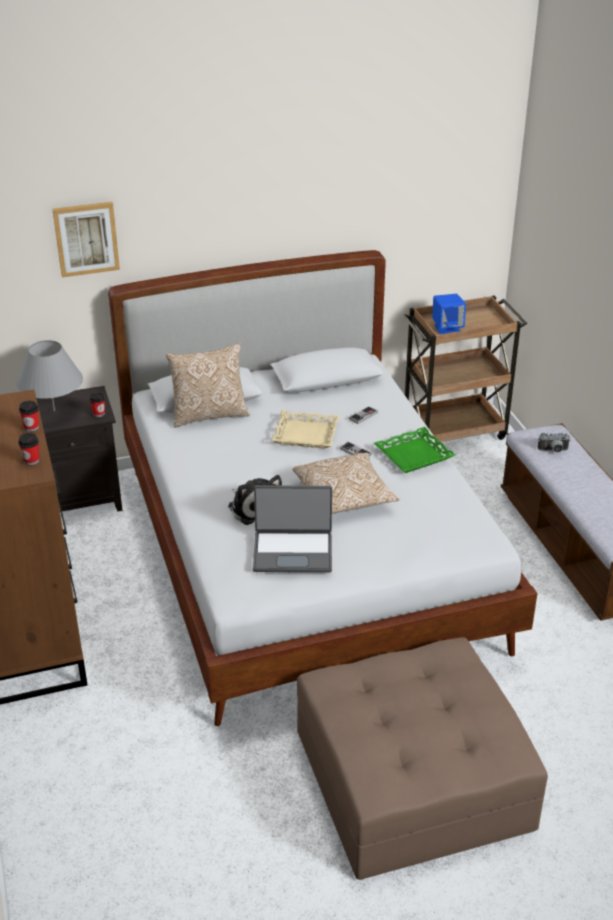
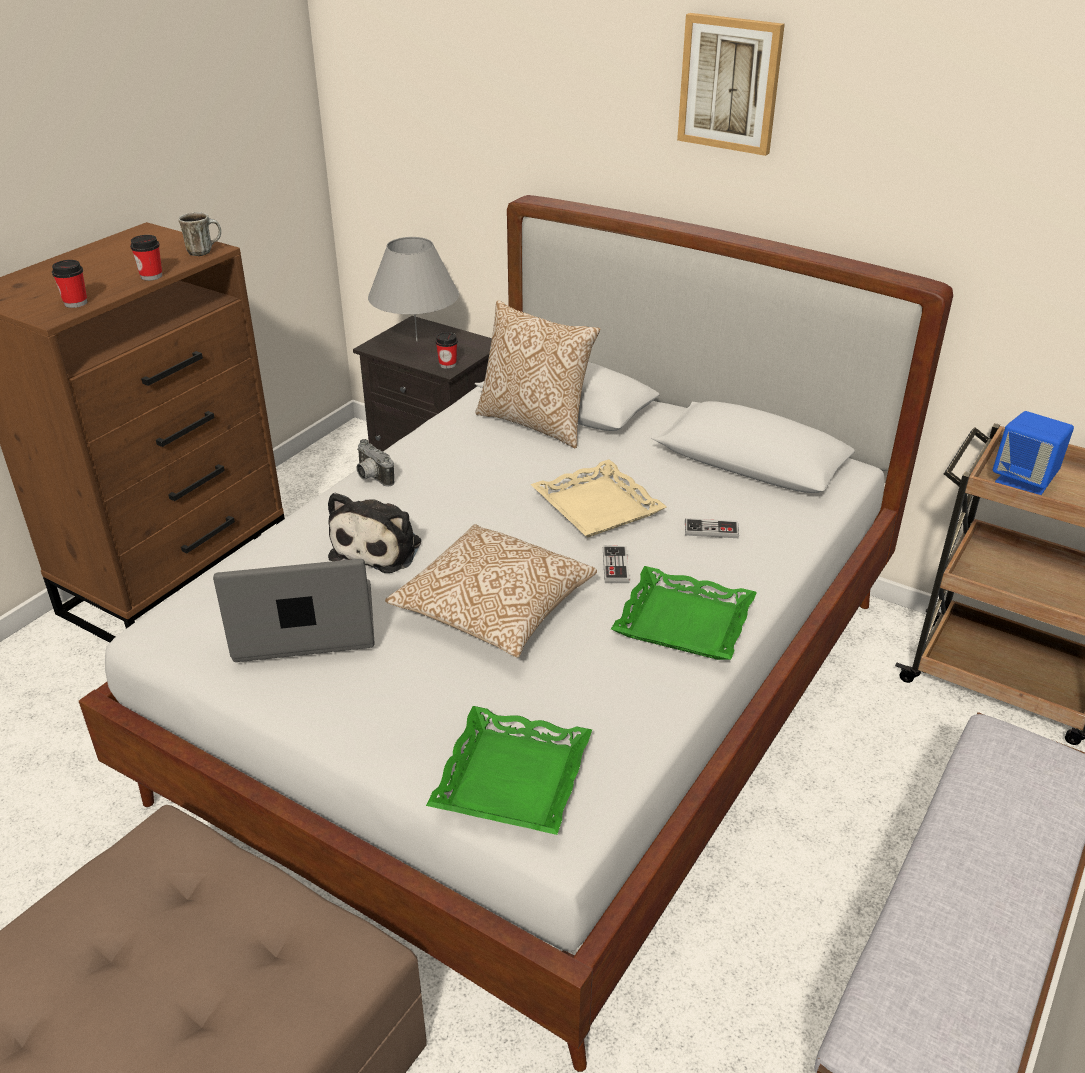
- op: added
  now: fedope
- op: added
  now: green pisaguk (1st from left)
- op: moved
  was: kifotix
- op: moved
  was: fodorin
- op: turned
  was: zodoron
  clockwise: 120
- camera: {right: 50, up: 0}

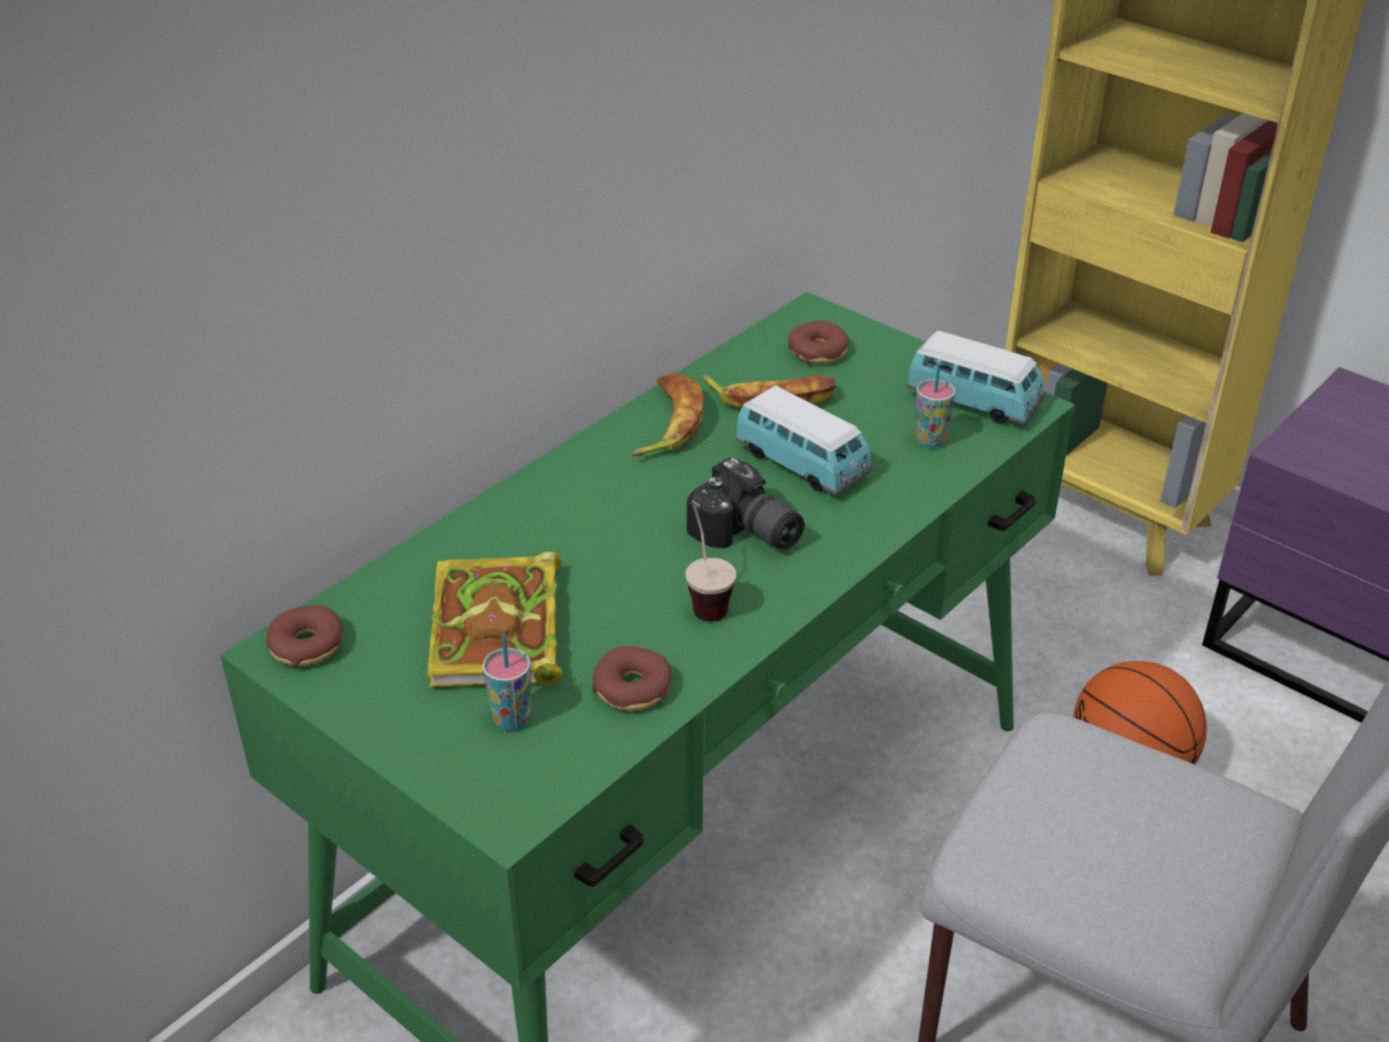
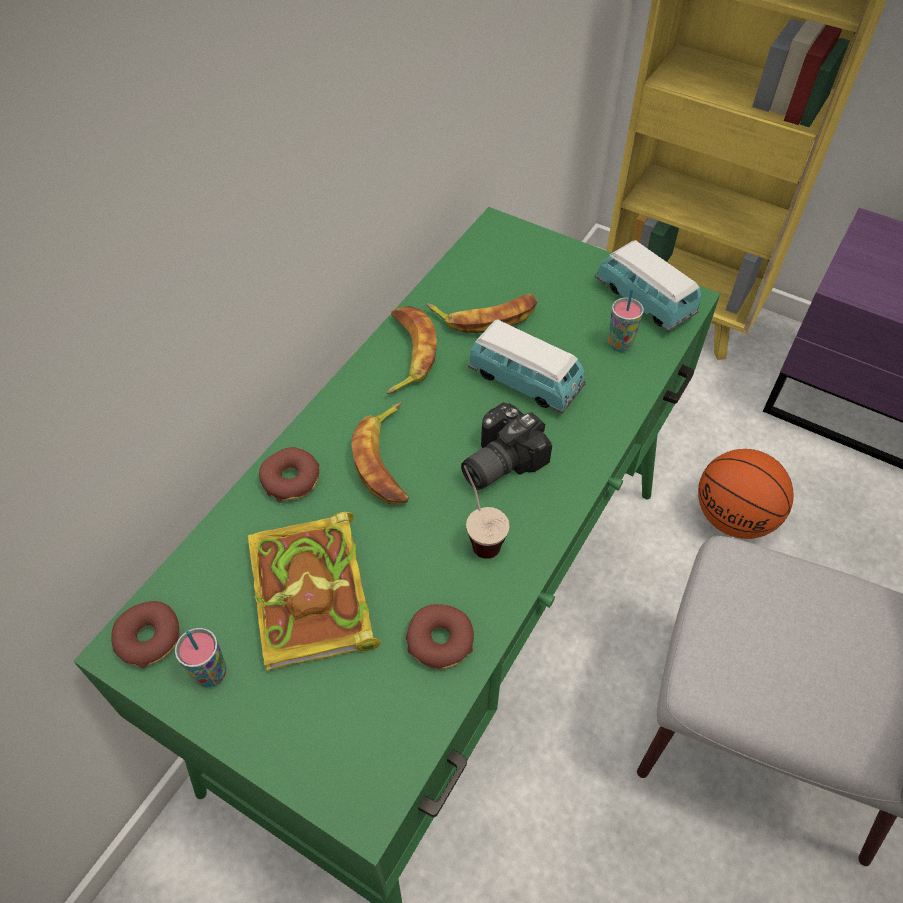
- op: added
  now: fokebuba (1st from left)
- op: moved
  was: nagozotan (1st from left)
- op: moved
  was: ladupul (3rd from left in the first image)
  now: ladupul (2nd from left)
- op: turned
  was: fodorin
  clockwise: 105
- op: turned
  was: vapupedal (2nd from left)
  clockwise: -150
- camera: {right: -10, up: 15}

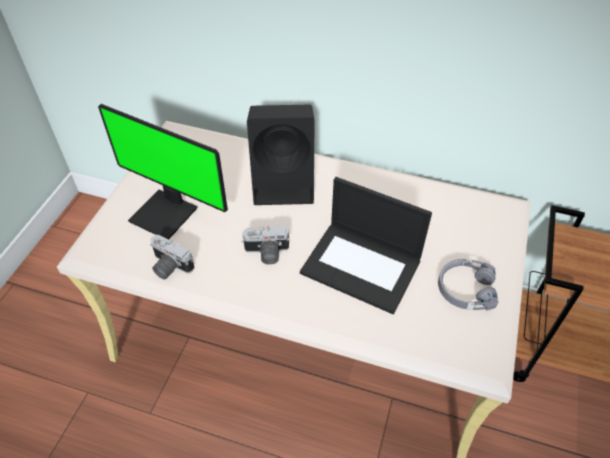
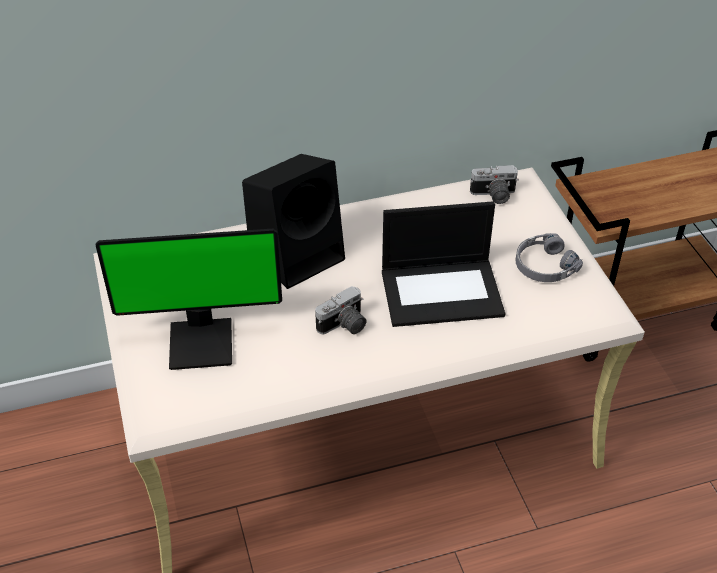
- op: moved
  was: fodorin (1st from left in the first image)
  now: fodorin (2nd from left)
- camera: {right: -35, up: -5}

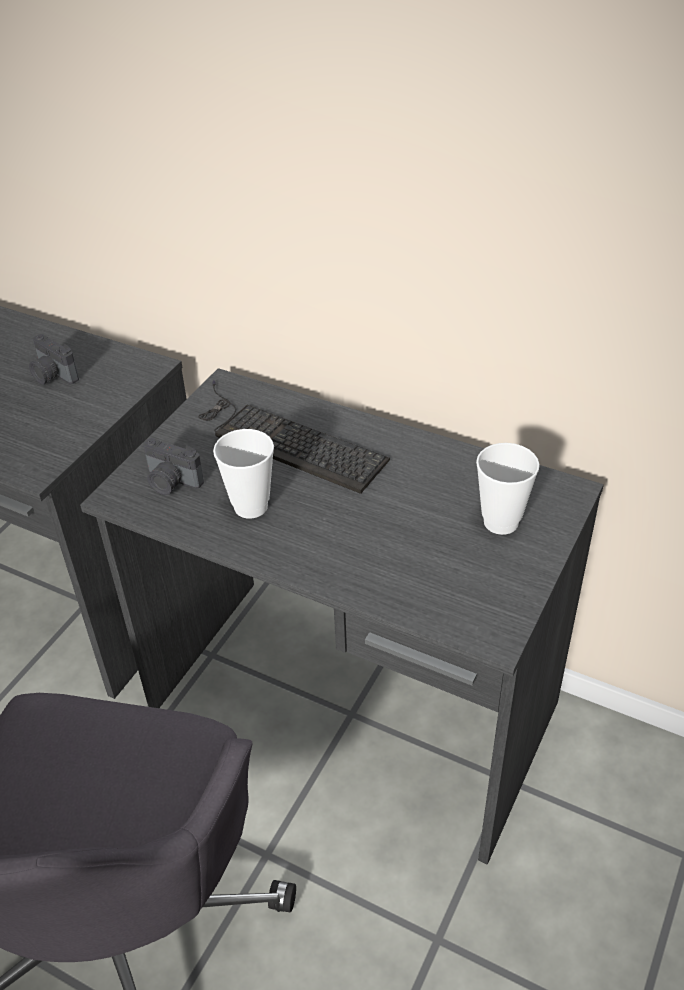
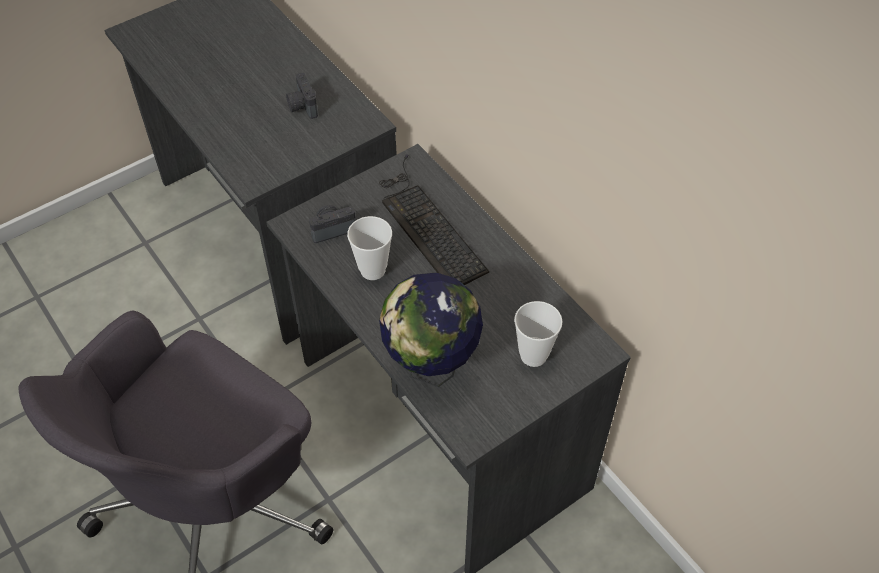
- op: added
  now: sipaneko
- op: turned
  was: fodorin (2nd from left)
  clockwise: 105
- camera: {right: 25, up: 10}

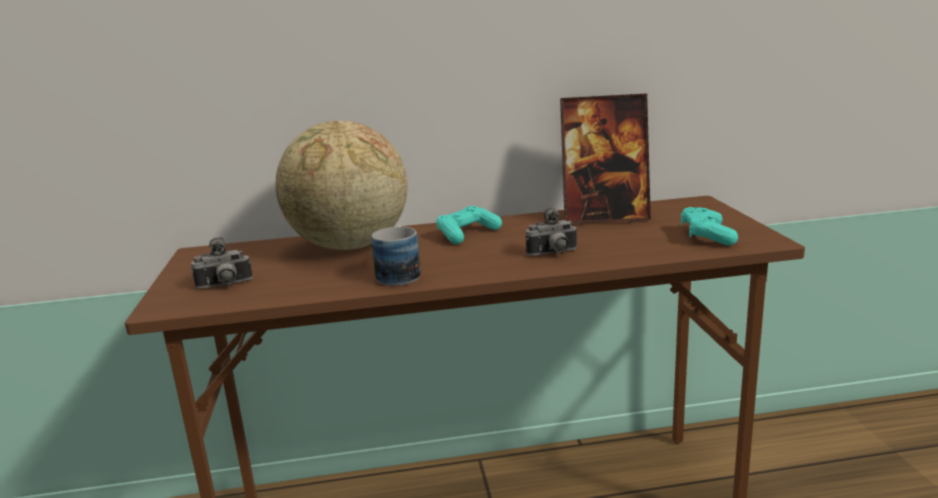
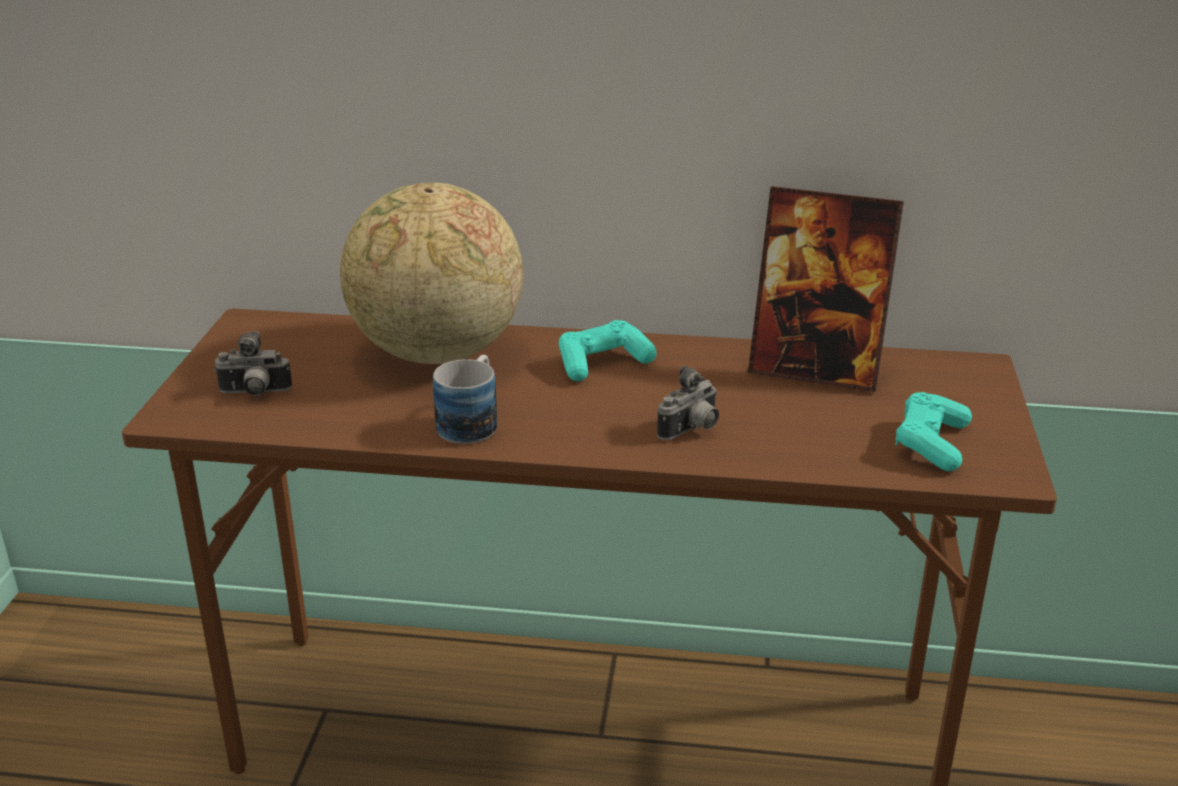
- op: turned
  was: fodorin (2nd from left)
  clockwise: -45
- camera: {right: 15, up: 10}

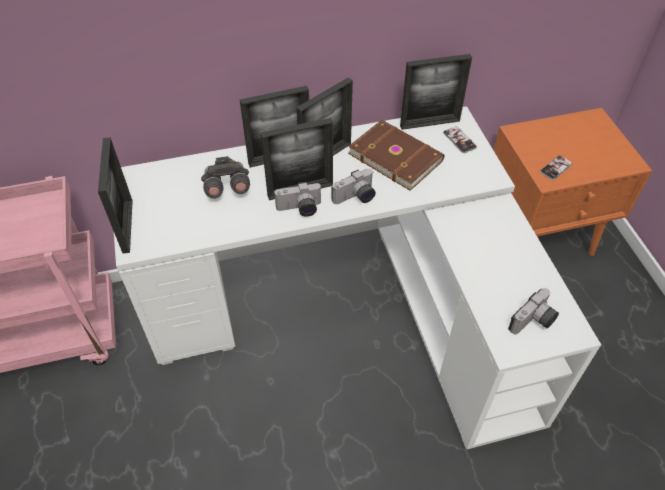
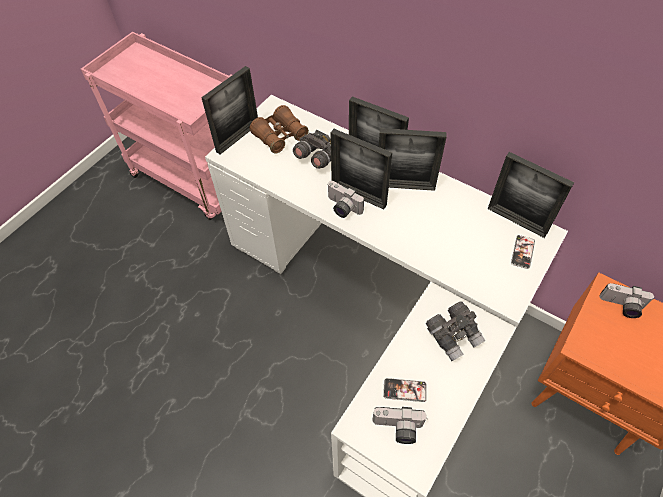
- op: removed
  was: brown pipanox
- op: added
  now: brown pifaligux
- op: added
  now: grey pifaligux (2nd from left)
- op: moved
  was: fodorin (2nd from left in the first image)
  now: fodorin (3rd from left)
- op: moved
  was: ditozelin (2nd from left in the first image)
  now: ditozelin (1st from left)
- camera: {right: 50, up: 5}

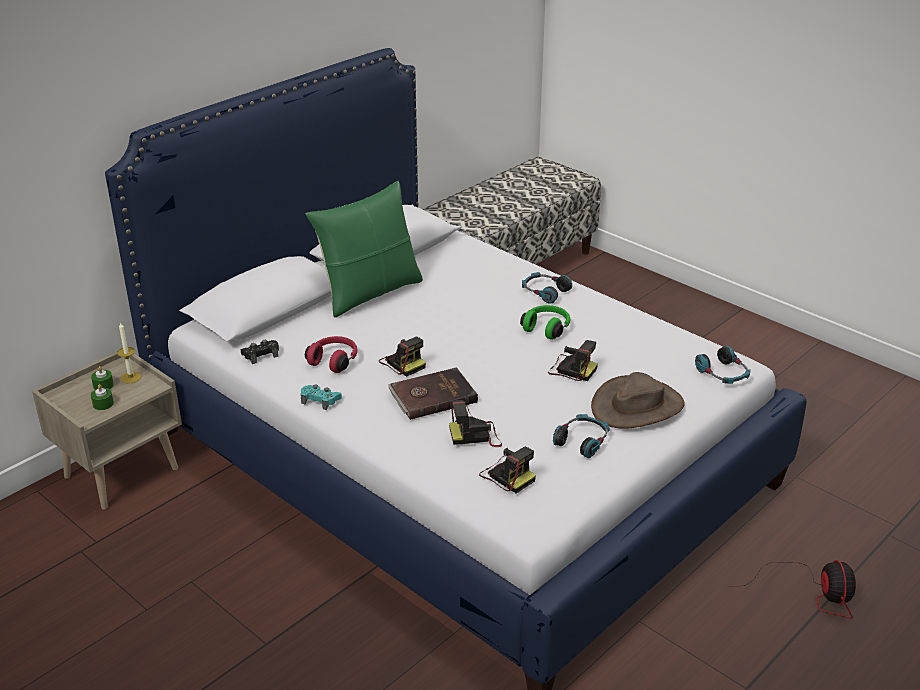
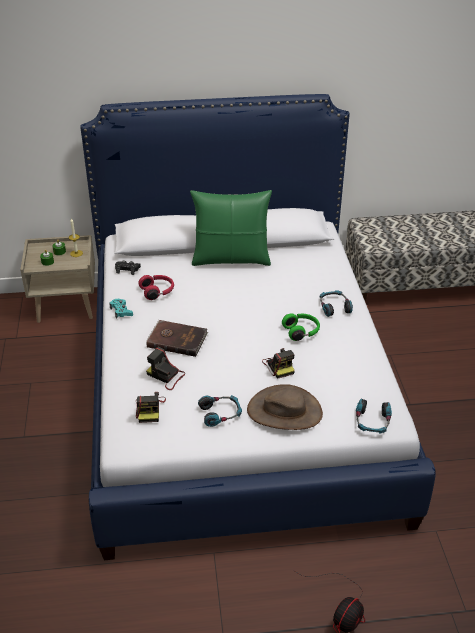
- op: removed
  was: fodorin (1st from left)
- camera: {right: 40, up: 5}

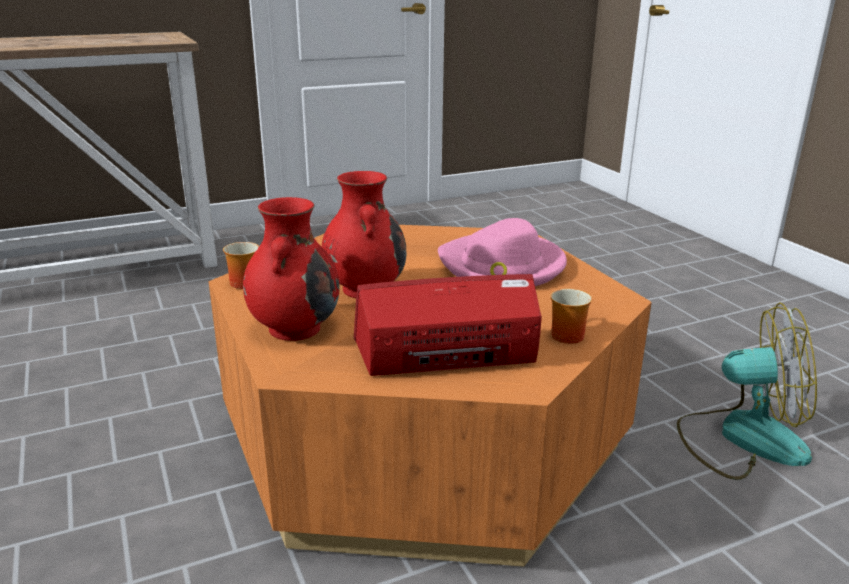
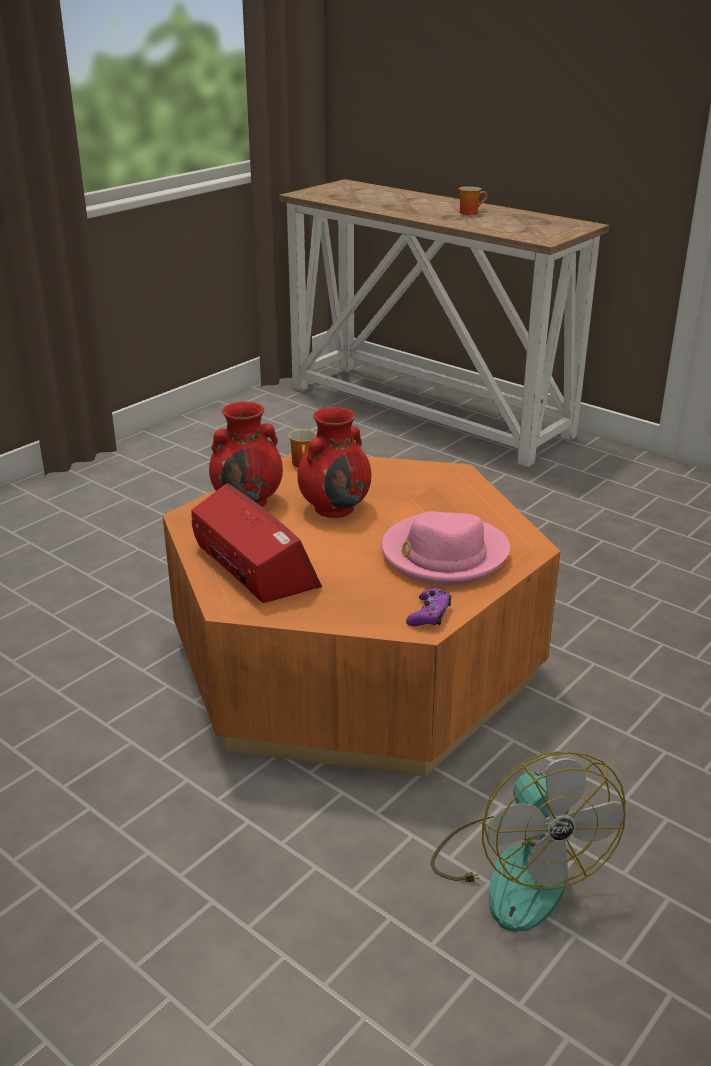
- op: added
  now: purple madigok
- op: moved
  was: fedope (2nd from left)
- camera: {right: 65, up: 5}

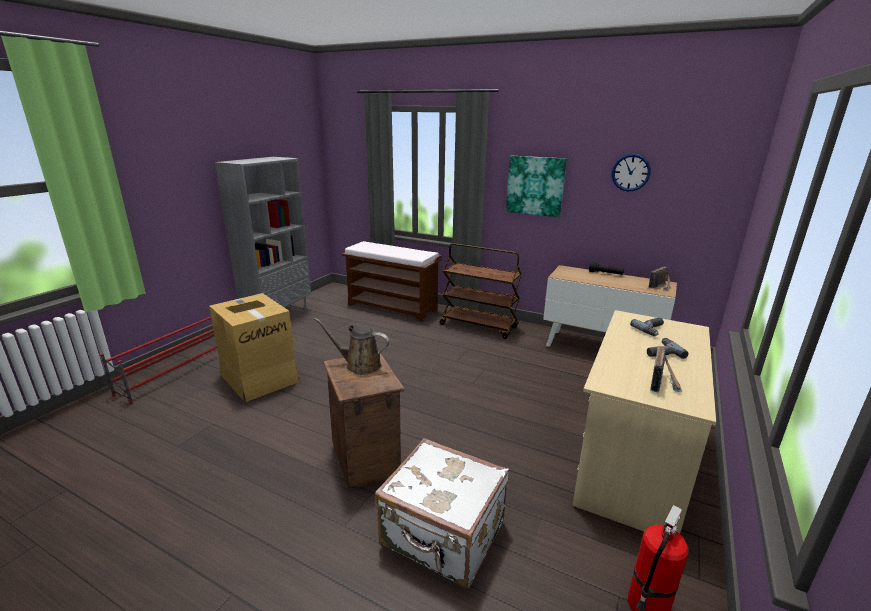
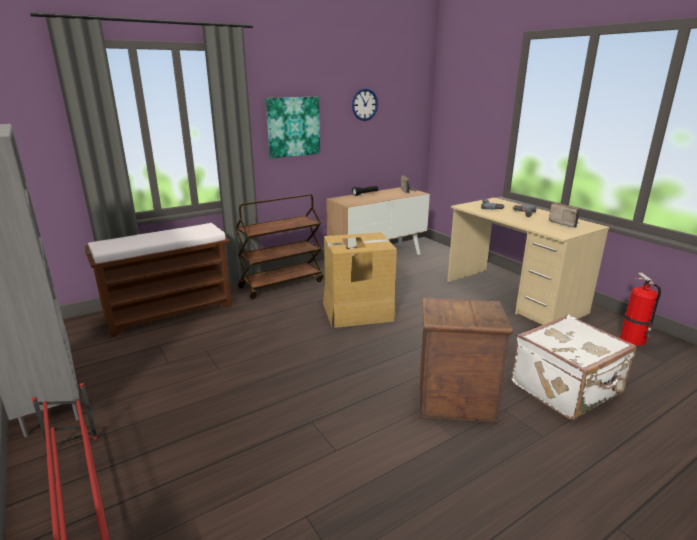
- op: removed
  was: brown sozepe
- op: moved
  was: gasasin
- camera: {right: -60, up: 0}

